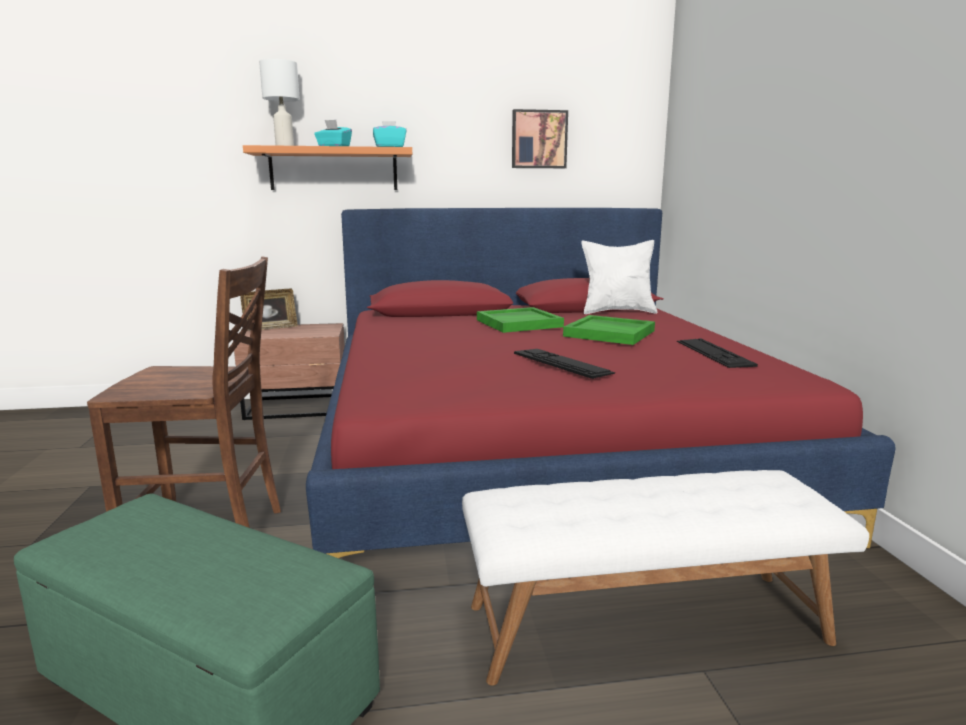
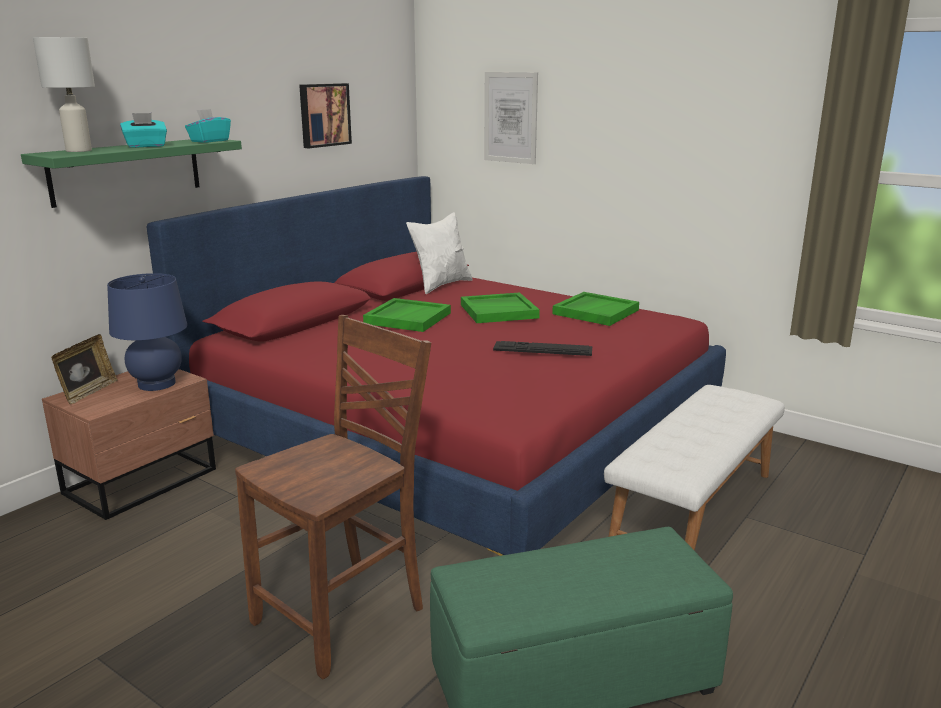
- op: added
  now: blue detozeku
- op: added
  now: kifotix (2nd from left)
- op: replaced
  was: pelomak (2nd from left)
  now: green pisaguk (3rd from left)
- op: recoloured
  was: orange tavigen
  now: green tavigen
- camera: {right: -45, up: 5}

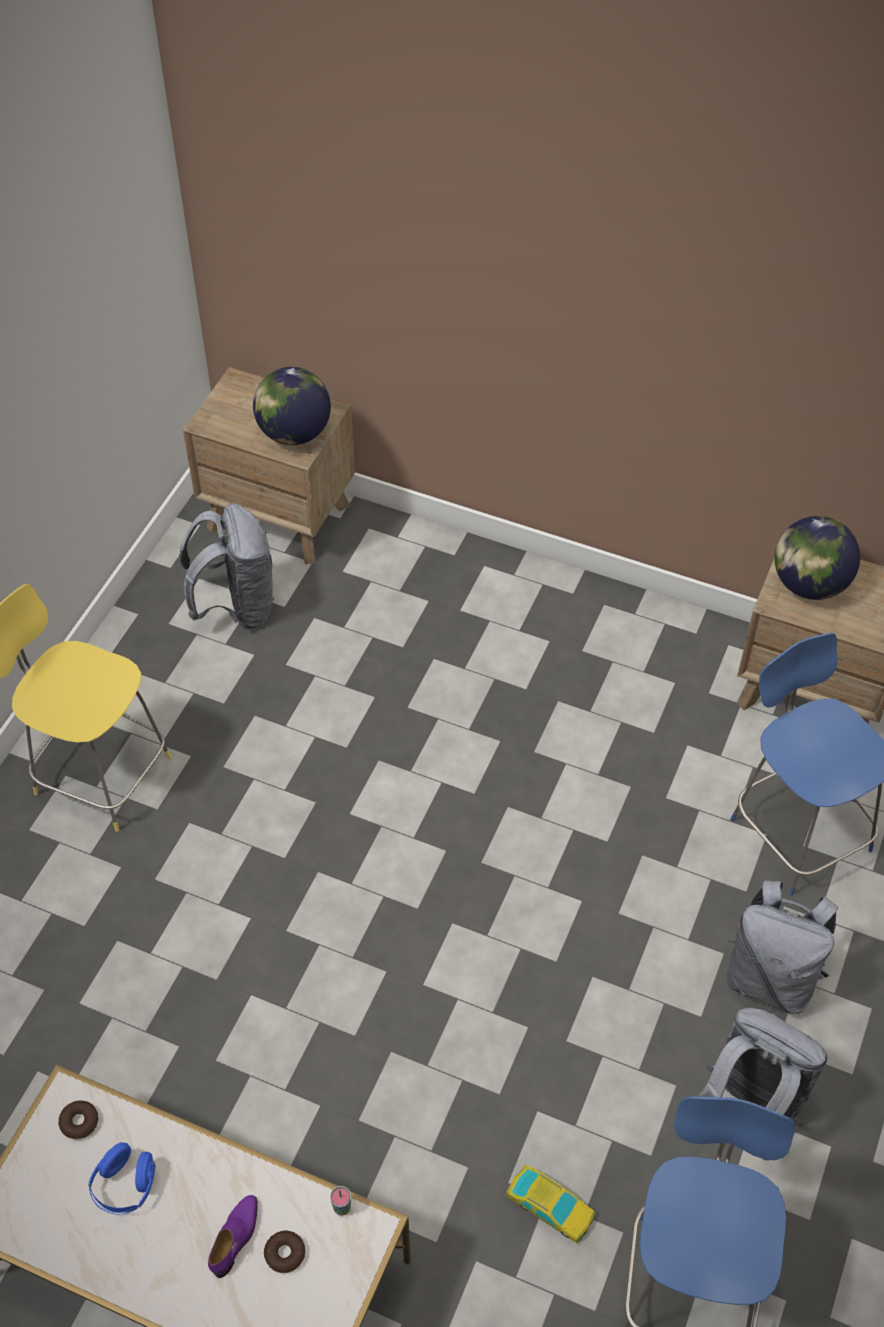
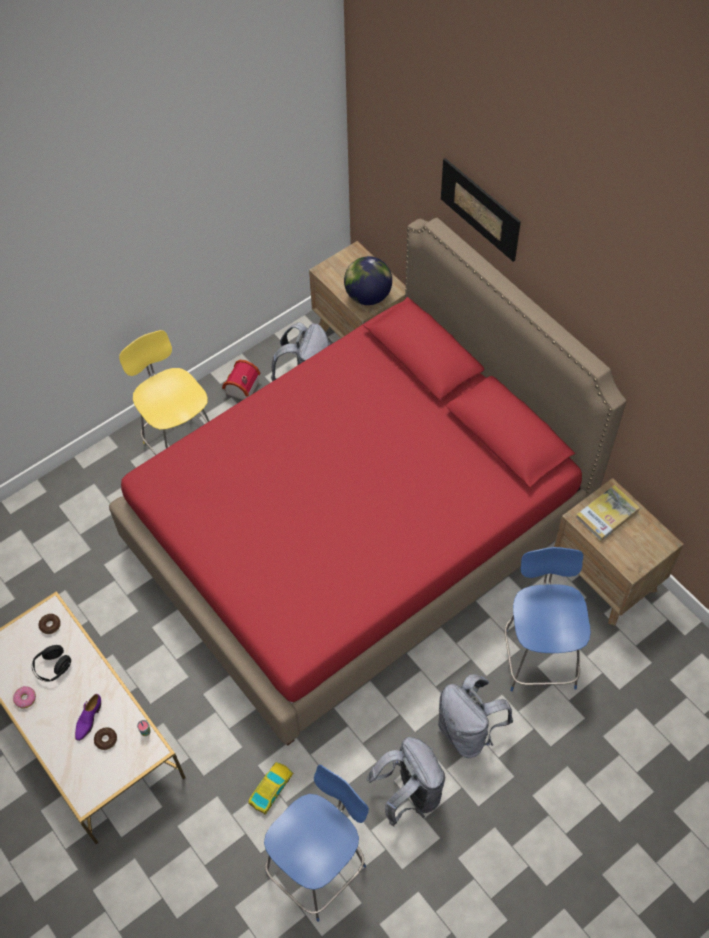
- op: added
  now: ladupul (1st from left)
- op: added
  now: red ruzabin
- op: added
  now: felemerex
- op: added
  now: kifotix
- op: replaced
  was: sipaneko (2nd from left)
  now: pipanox
- op: recoloured
  was: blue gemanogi
  now: black gemanogi
- op: turned
  was: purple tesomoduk
  clockwise: 150
- op: turned
  was: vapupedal
  clockwise: -120
- camera: {right: 30, up: 5}

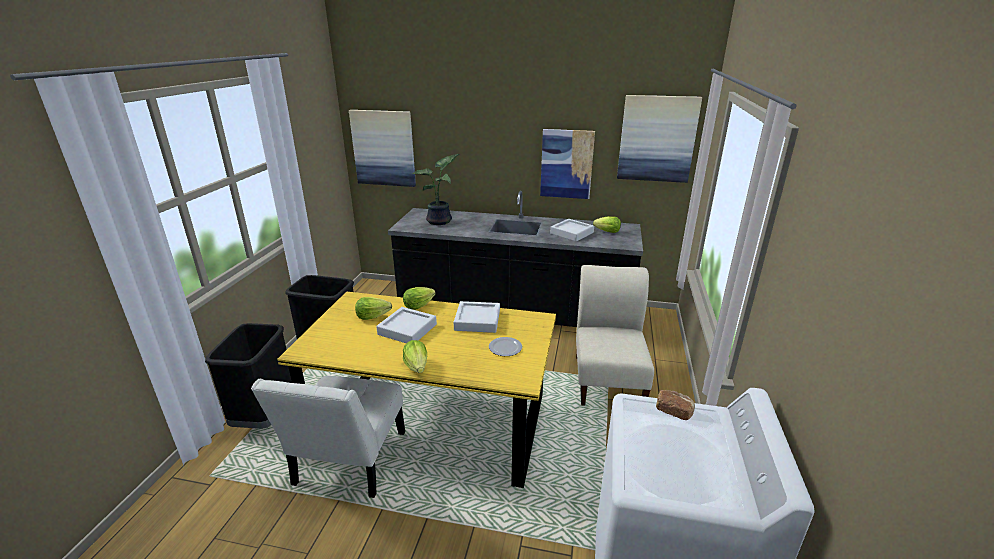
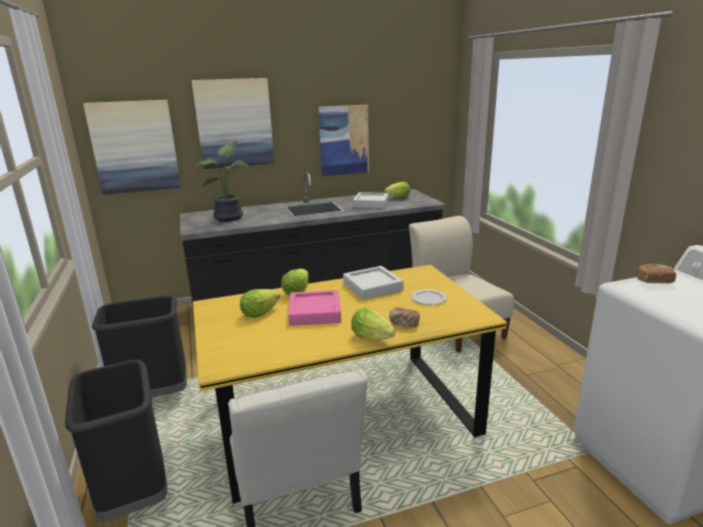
- op: added
  now: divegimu (1st from left)
- op: moved
  was: kifotix (3rd from left in the first image)
  now: kifotix (2nd from left)
- op: recoloured
  was: grey pisaguk (1st from left)
  now: pink pisaguk
- camera: {right: -30, up: -5}

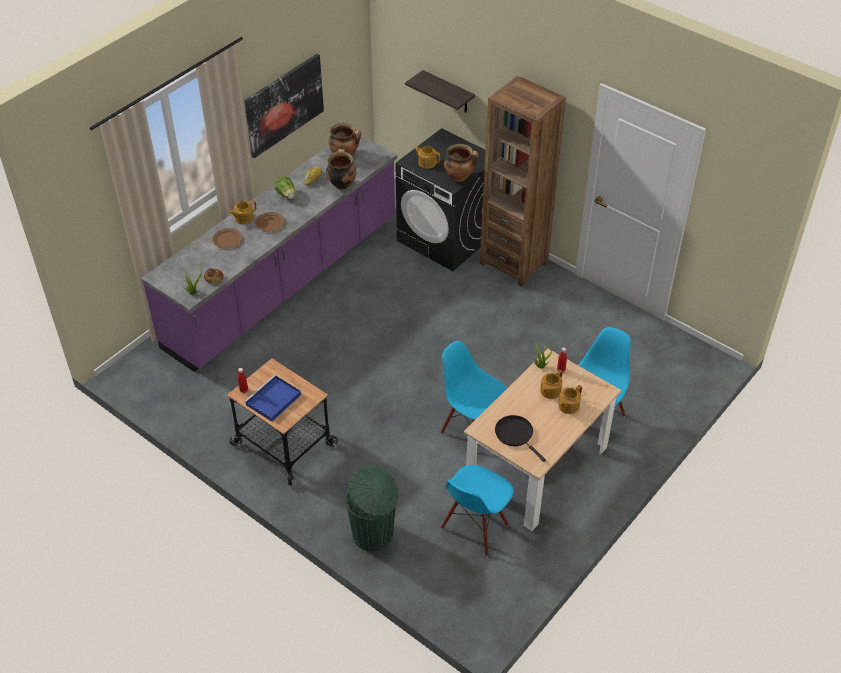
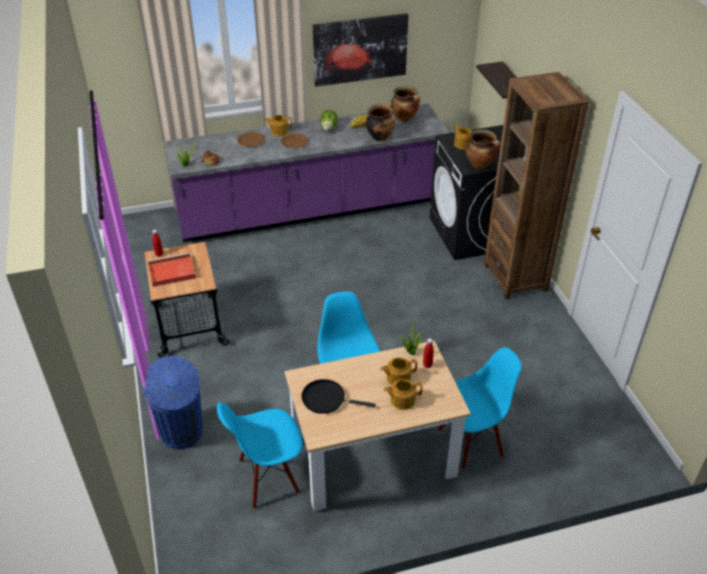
- op: recoloured
  was: blue pisaguk
  now: red pisaguk
- op: recoloured
  was: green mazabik
  now: blue mazabik
- op: turned
  was: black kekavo
  clockwise: -75
- camera: {right: 35, up: -5}

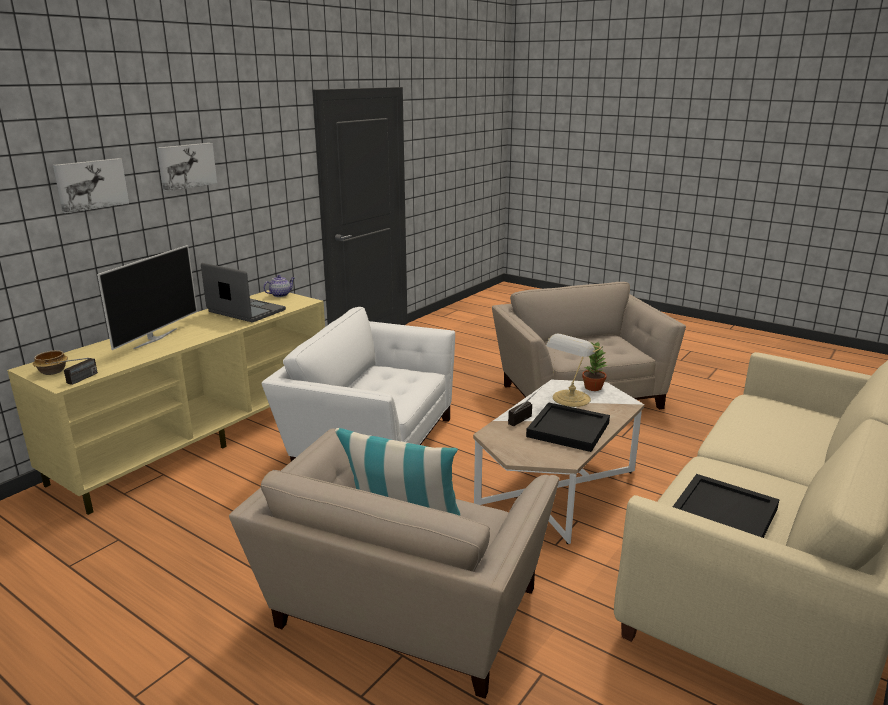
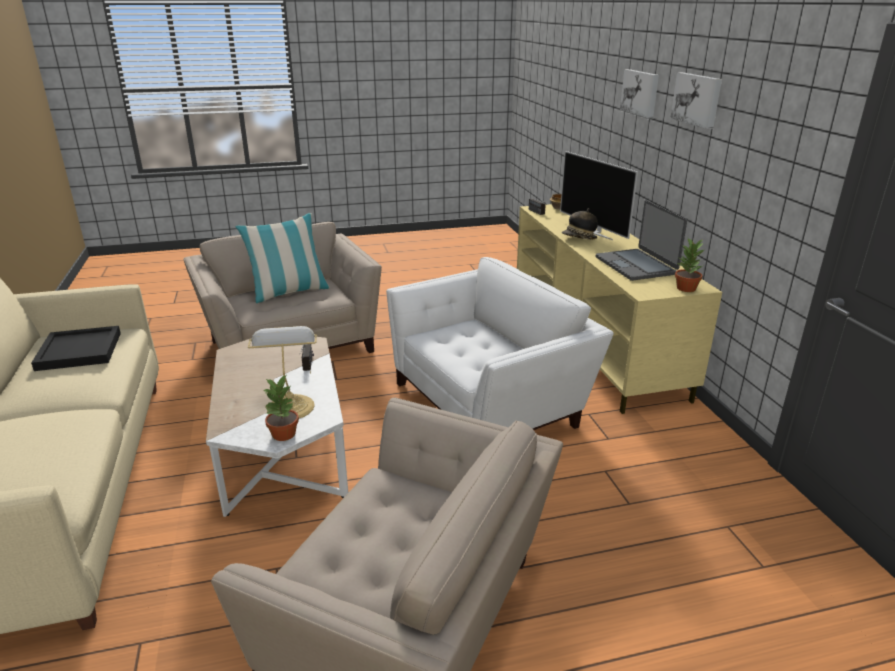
- op: removed
  was: black pisaguk (1st from left)
- op: added
  now: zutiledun
- op: replaced
  was: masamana
  now: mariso (2nd from left)
- op: turned
  was: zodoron
  clockwise: 90
- camera: {right: 130, up: 5}

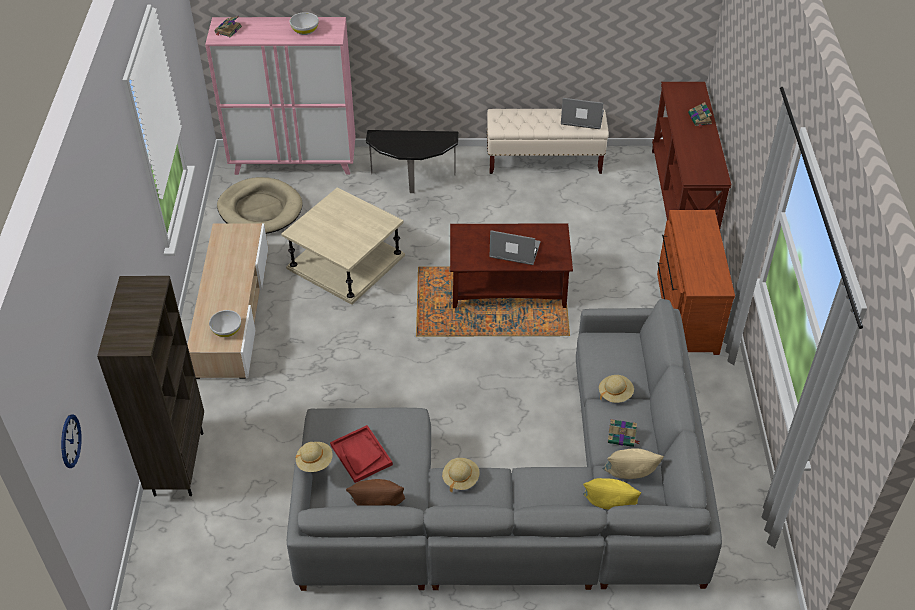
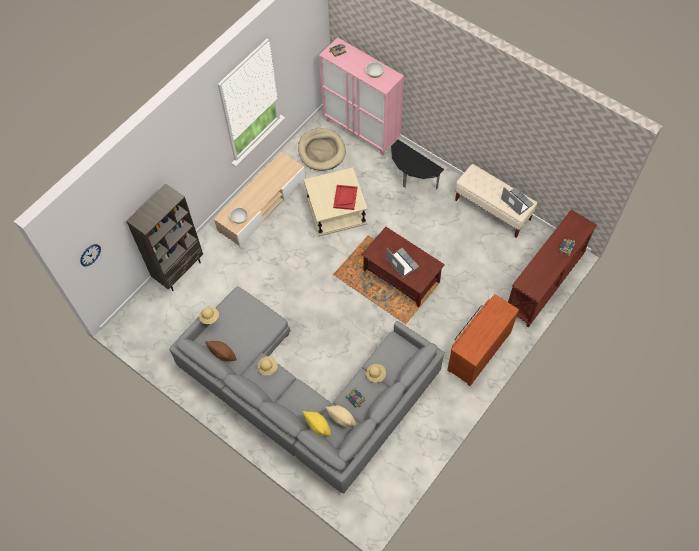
- op: moved
  was: red pisaguk
- camera: {right: 40, up: 15}

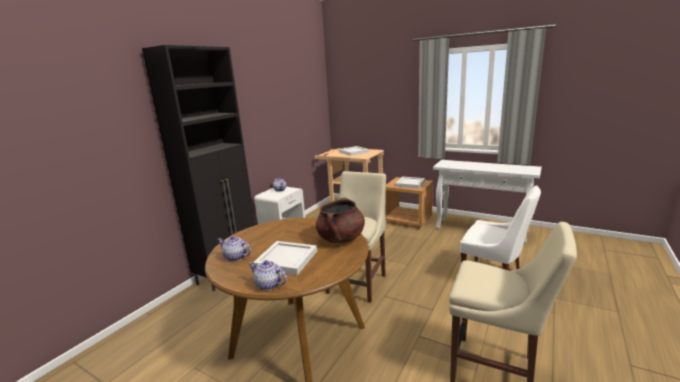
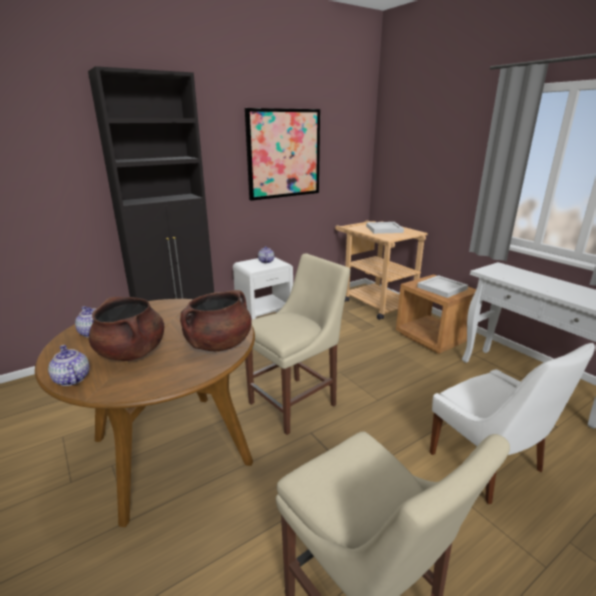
- op: added
  now: kifotix
- op: replaced
  was: white pisaguk (1st from left)
  now: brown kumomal (1st from left)
- camera: {right: 25, up: 5}

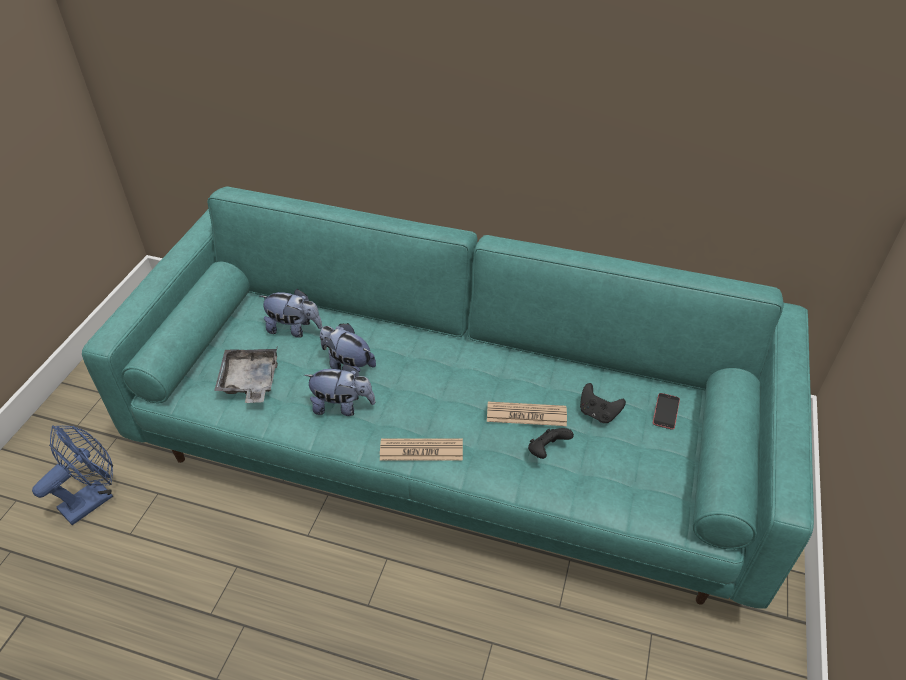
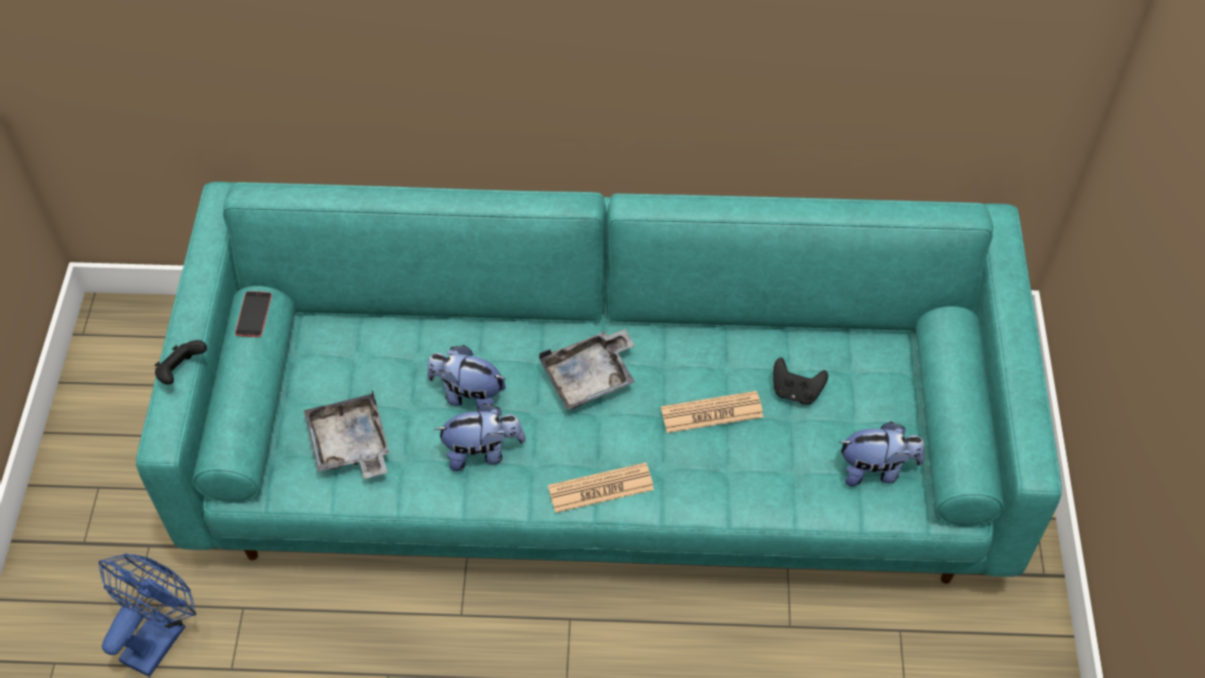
- op: added
  now: grey pisaguk (2nd from left)
- op: moved
  was: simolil (1st from left in the first image)
  now: simolil (3rd from left)
- op: moved
  was: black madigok (1st from left)
- op: moved
  was: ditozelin
- camera: {right: -15, up: 10}

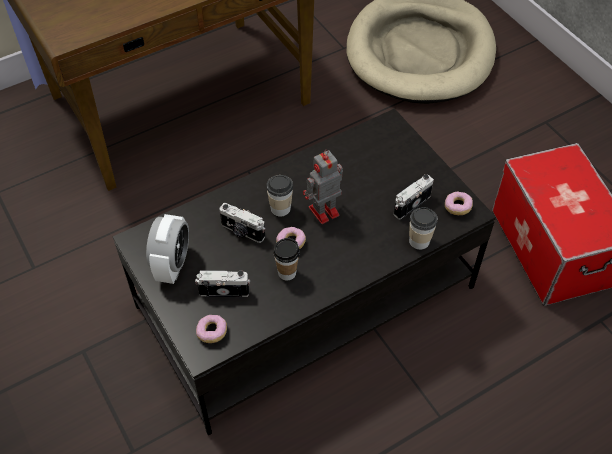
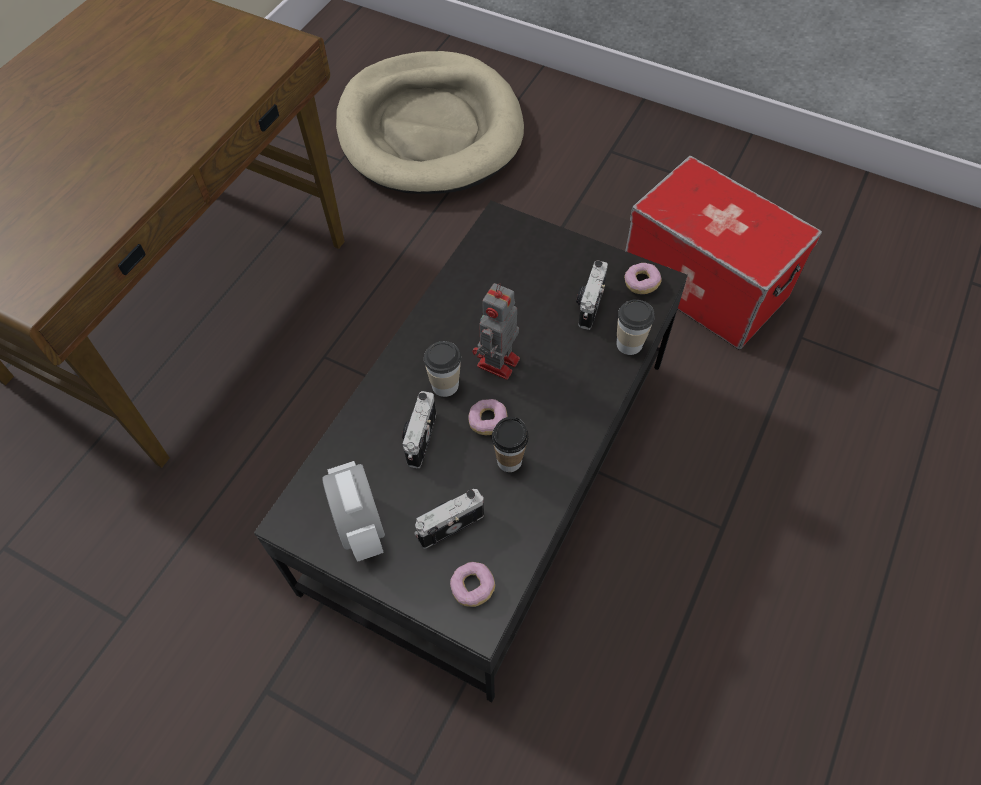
- op: turned
  was: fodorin (2nd from left in the first image)
  clockwise: 105
- camera: {right: -30, up: 5}

